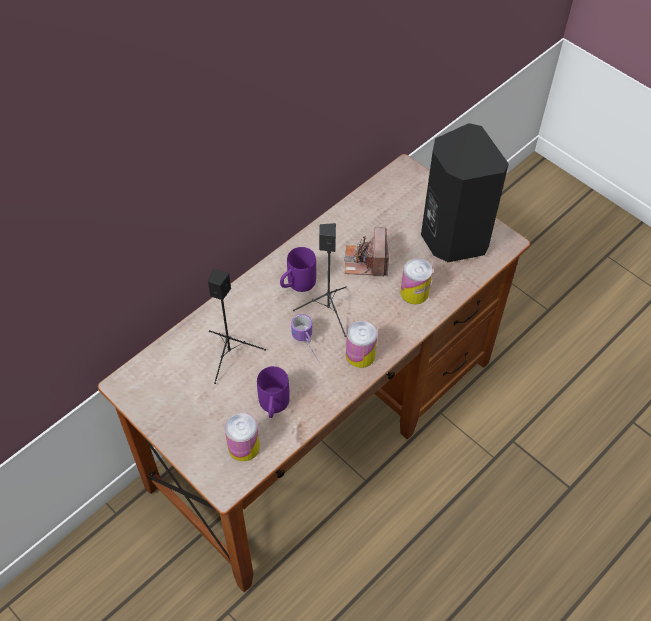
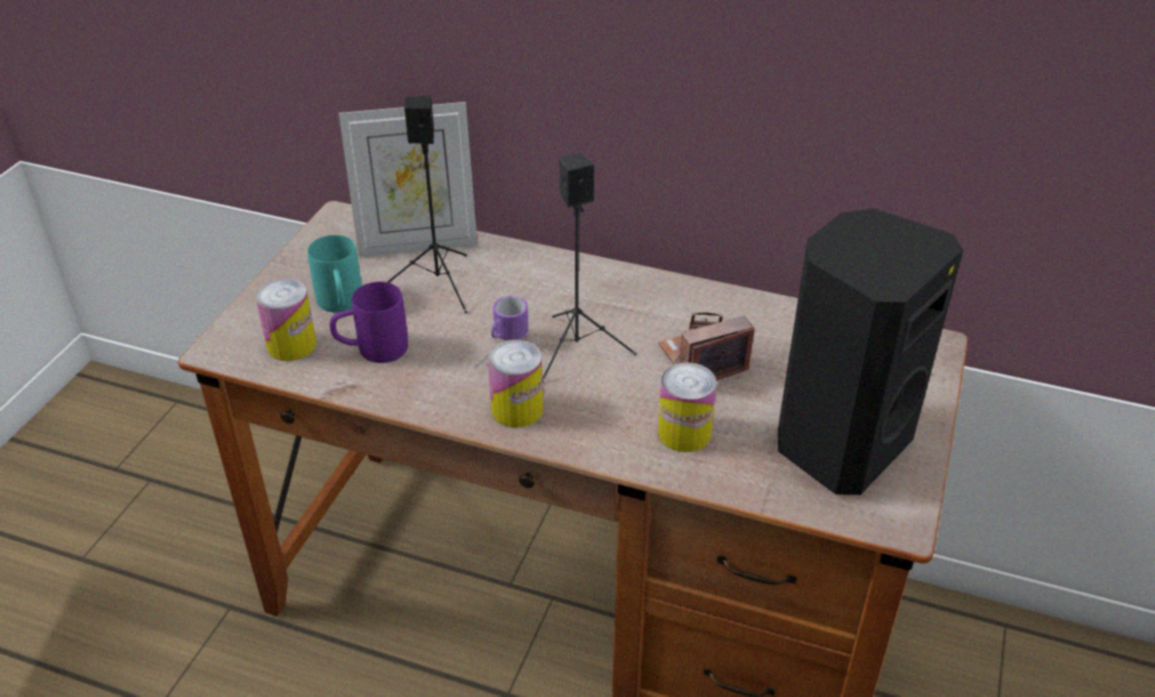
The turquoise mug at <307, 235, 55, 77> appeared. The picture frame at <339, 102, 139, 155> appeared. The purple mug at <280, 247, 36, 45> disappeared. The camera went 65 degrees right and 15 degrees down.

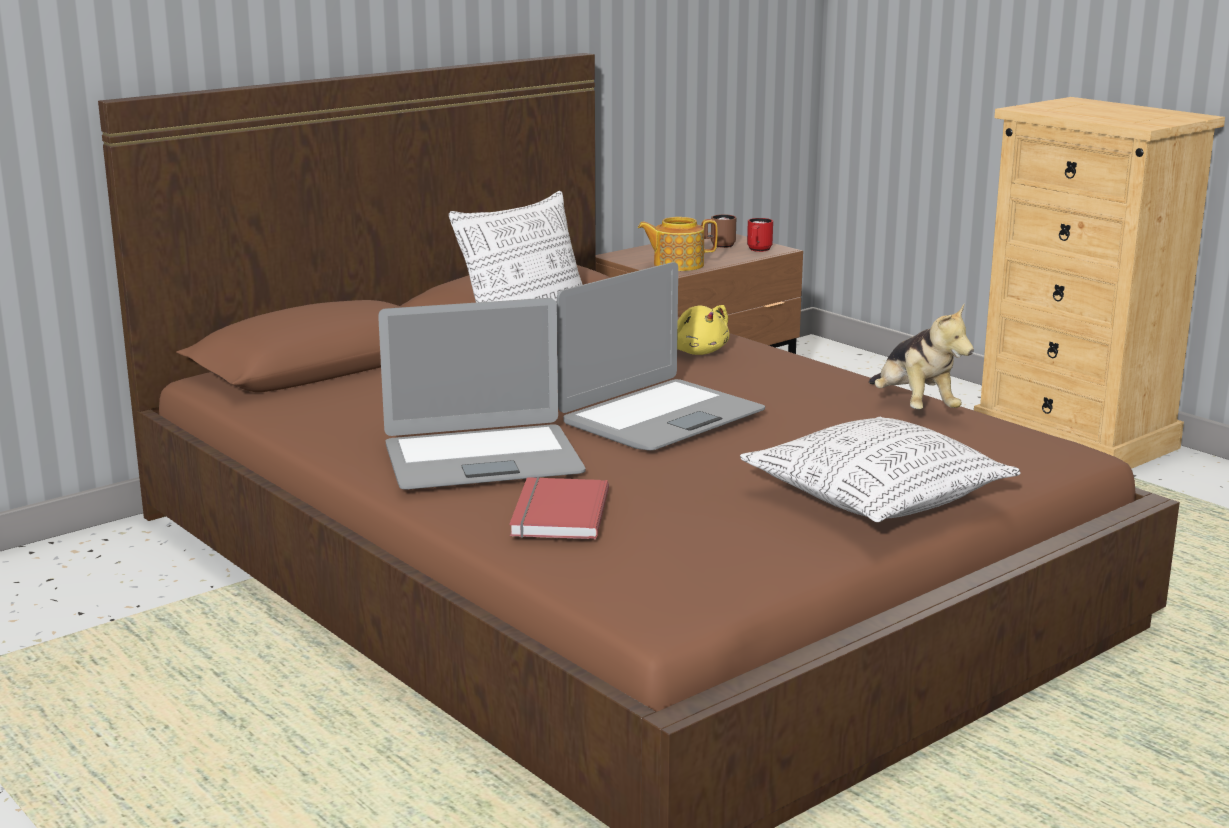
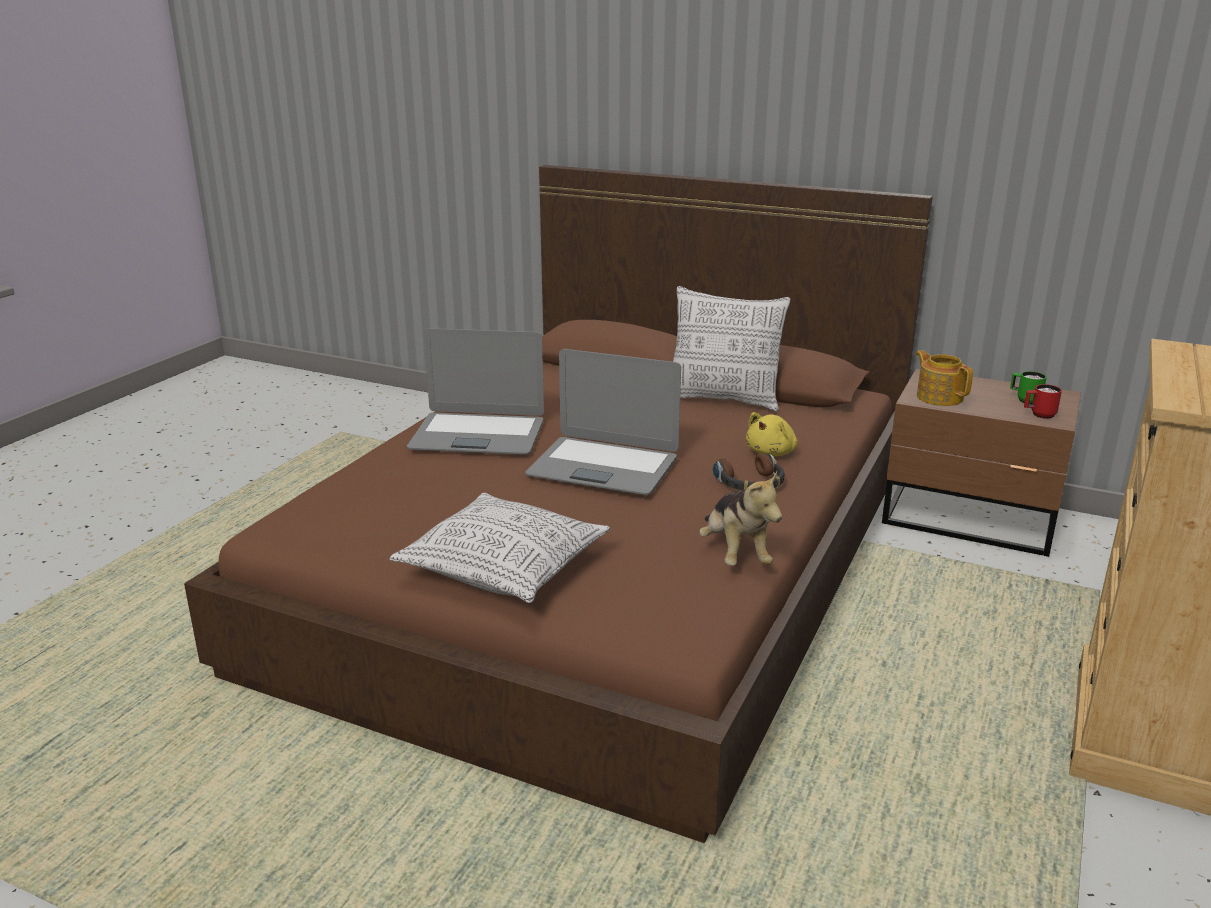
The laptop at <378, 298, 208, 192> turned 45 degrees counterclockwise. The plush toy at <869, 304, 105, 105> turned 60 degrees counterclockwise. The headphones at <713, 454, 72, 36> appeared. The brown mug at <704, 214, 32, 34> became the green mug at <1010, 371, 37, 33>. The red book at <509, 477, 100, 62> disappeared. The camera went 65 degrees right and 5 degrees up.

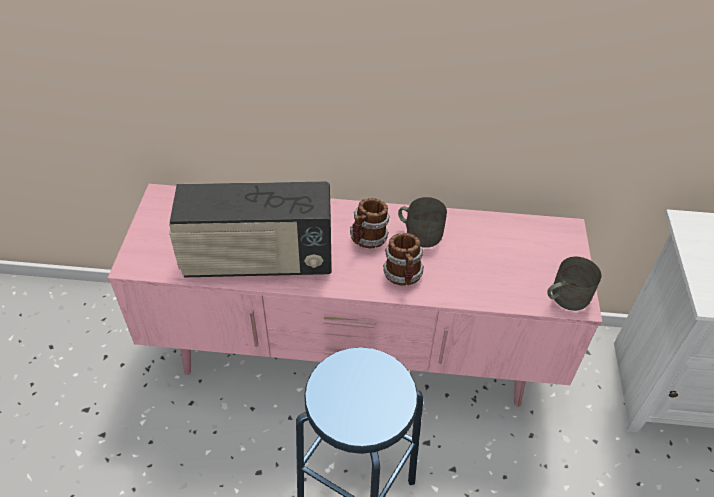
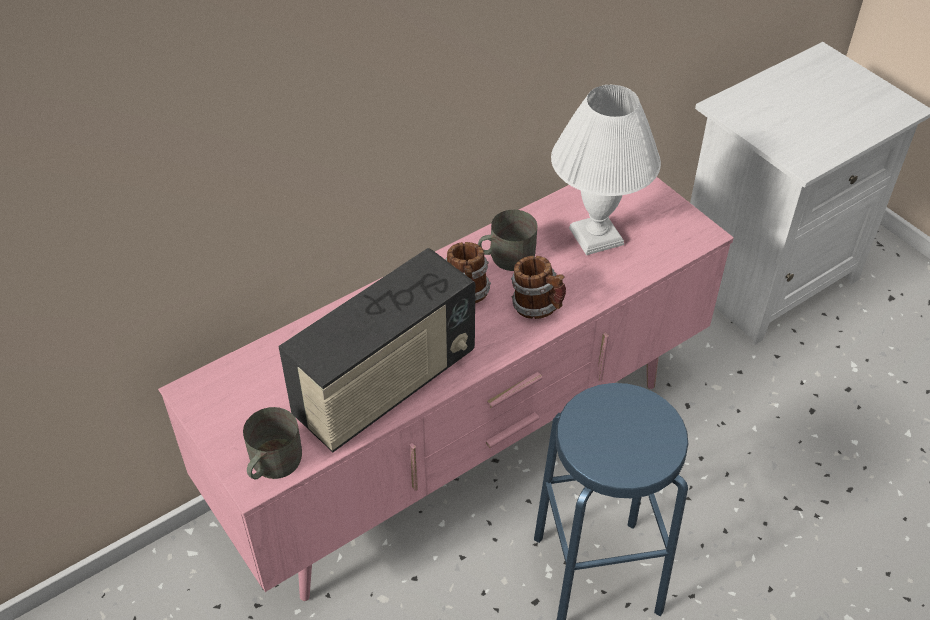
The grey mug moved from <548, 257, 53, 54> to <243, 407, 59, 72>. The white table lamp at <551, 85, 110, 170> appeared. The camera went 40 degrees left and 0 degrees up.

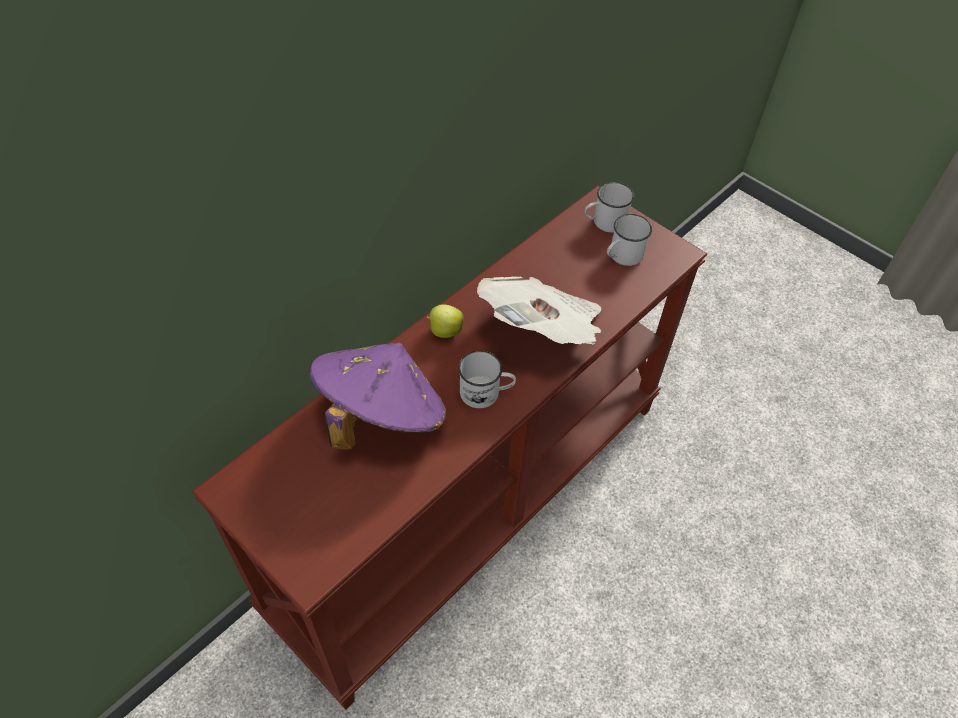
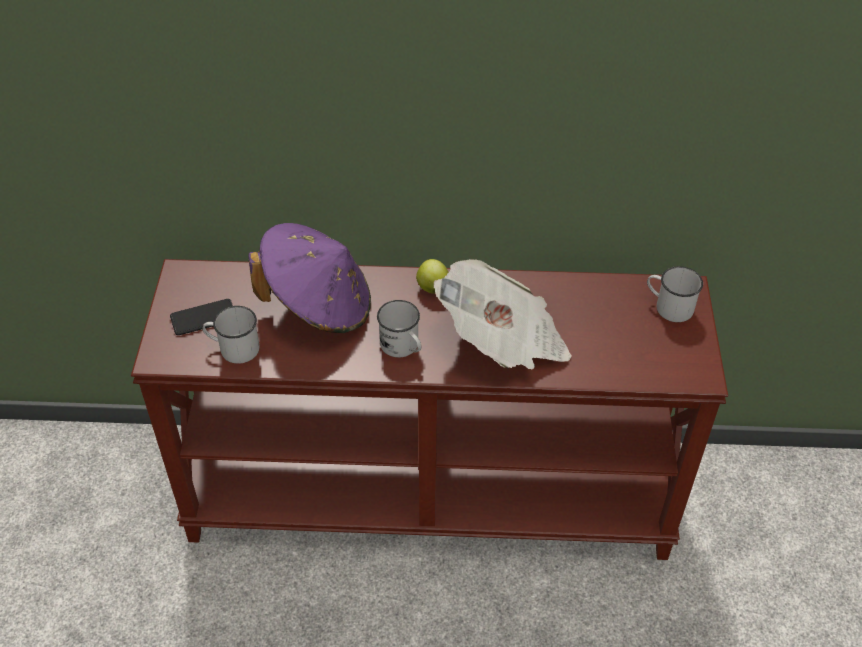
The phone at <170, 299, 63, 36> appeared. The white mug moved from <607, 214, 45, 52> to <202, 306, 58, 58>. The camera went 50 degrees right and 5 degrees down.

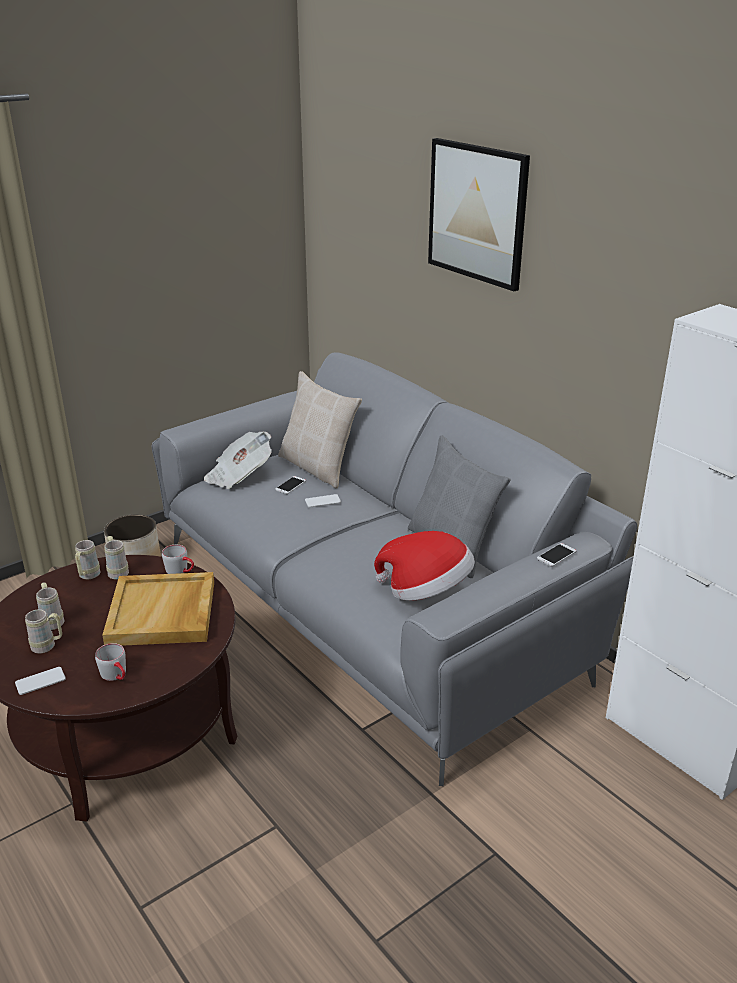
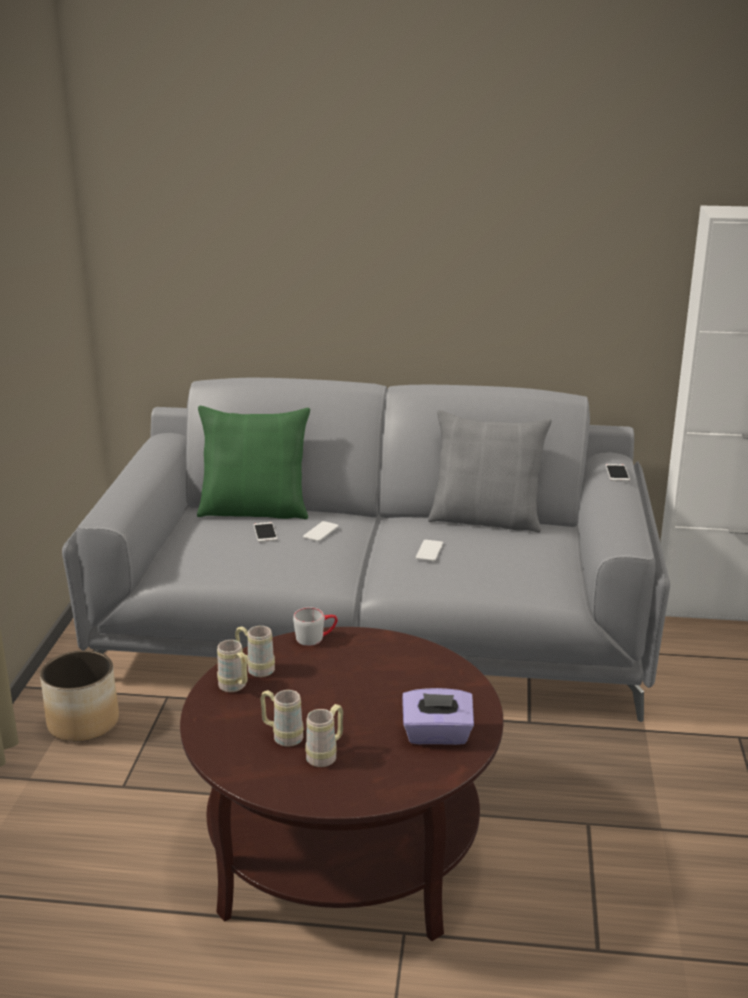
The beige pillow at <278, 371, 84, 117> became the green pillow at <197, 406, 113, 113>. The grey mug at <95, 643, 31, 38> was replaced by the purple tissue box at <402, 688, 72, 57>. The phone moved from <15, 667, 51, 28> to <416, 540, 27, 21>. The beige tray at <102, 572, 112, 74> disappeared. The newspaper at <204, 431, 68, 58> disappeared. The hat at <374, 531, 101, 70> disappeared. The picture at <428, 138, 102, 153> disappeared. The camera went 45 degrees left and 5 degrees down.

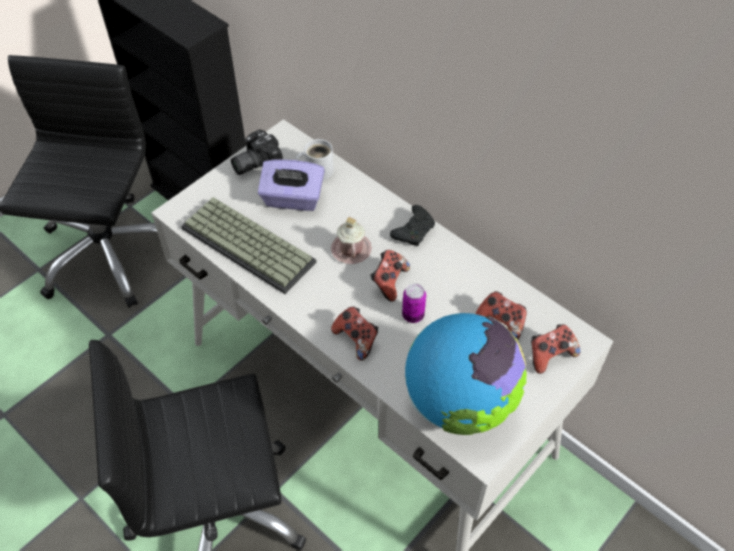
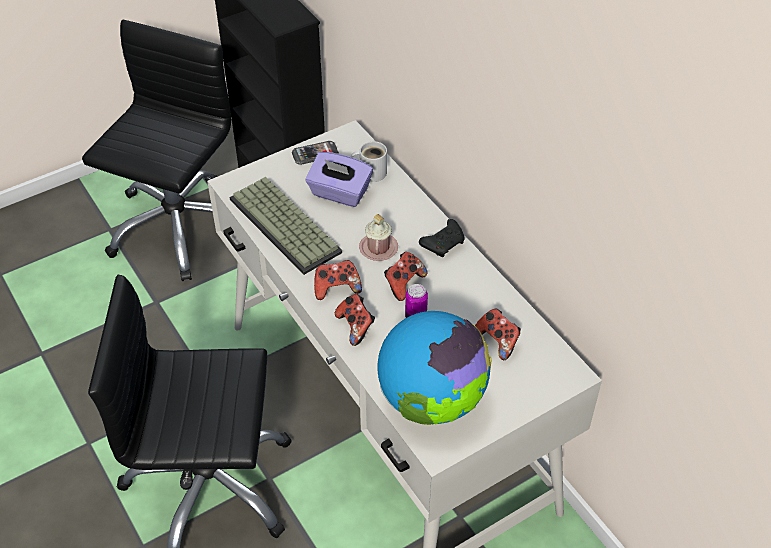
The photo camera at <231, 129, 52, 46> was replaced by the phone at <292, 141, 47, 24>. The game controller moved from <531, 324, 49, 50> to <314, 260, 48, 40>. The camera went 15 degrees right and 5 degrees down.

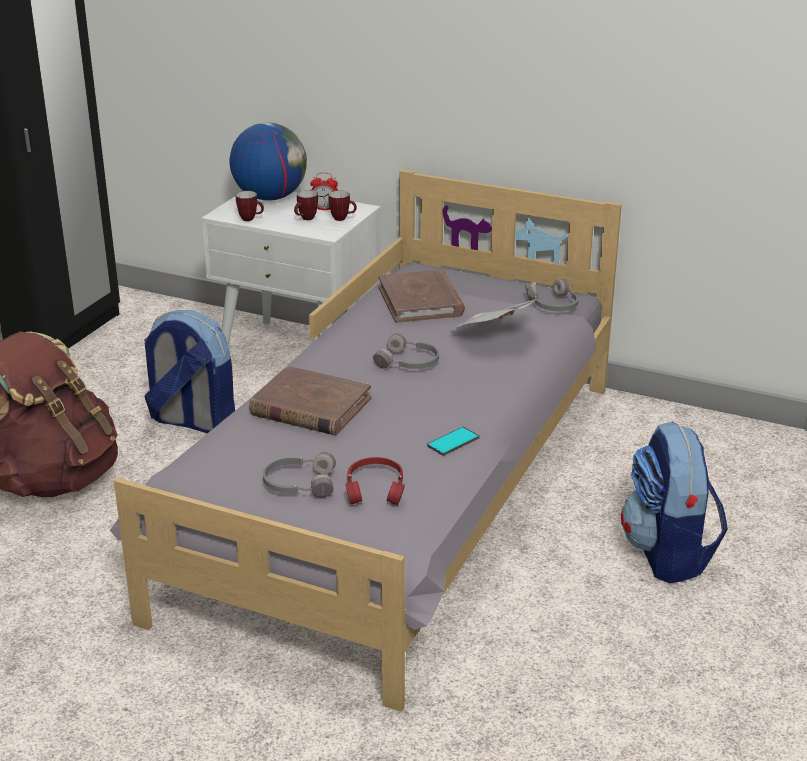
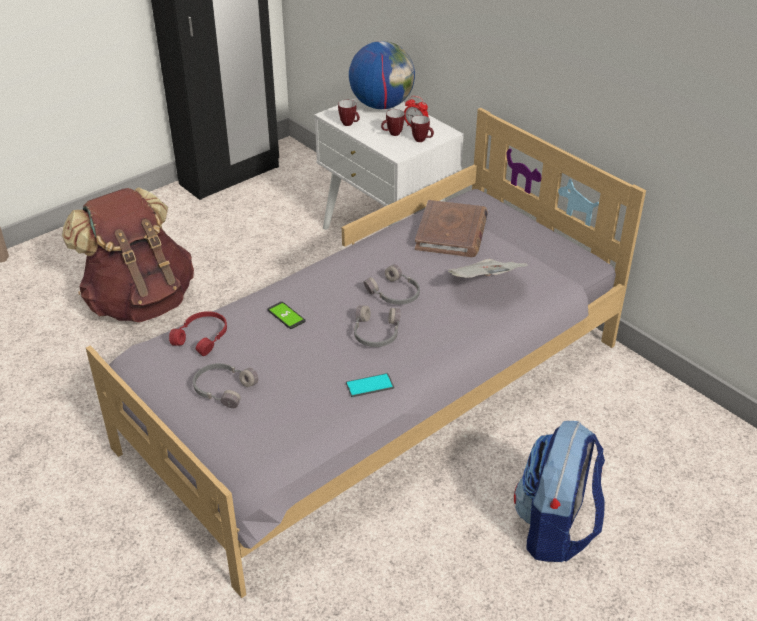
The red headphones moved from <346, 457, 59, 48> to <169, 311, 58, 45>. The brown book at <249, 366, 122, 69> was replaced by the phone at <267, 302, 39, 27>. The grey headphones moved from <525, 279, 54, 32> to <354, 305, 47, 42>. The backpack at <144, 310, 91, 123> disappeared. The camera went 25 degrees right and 10 degrees up.

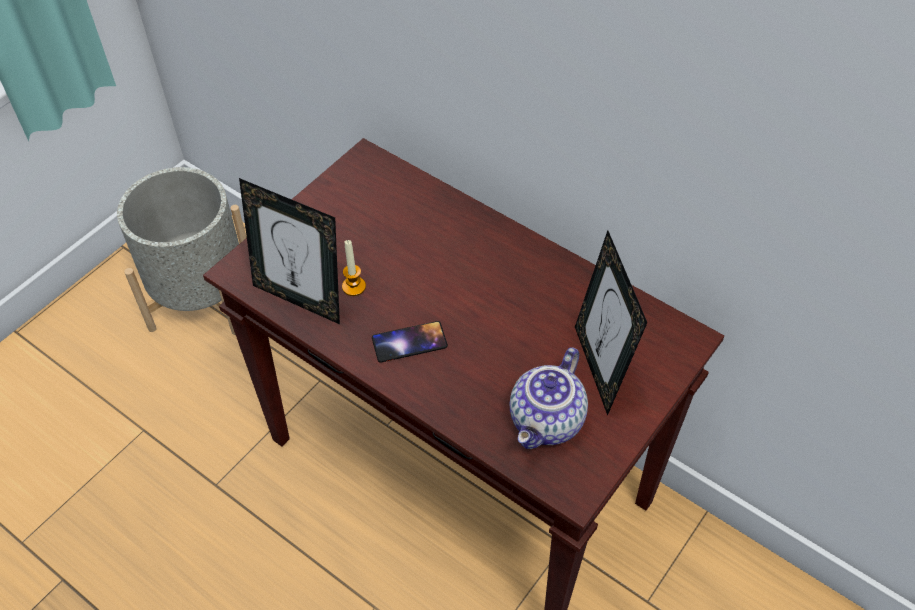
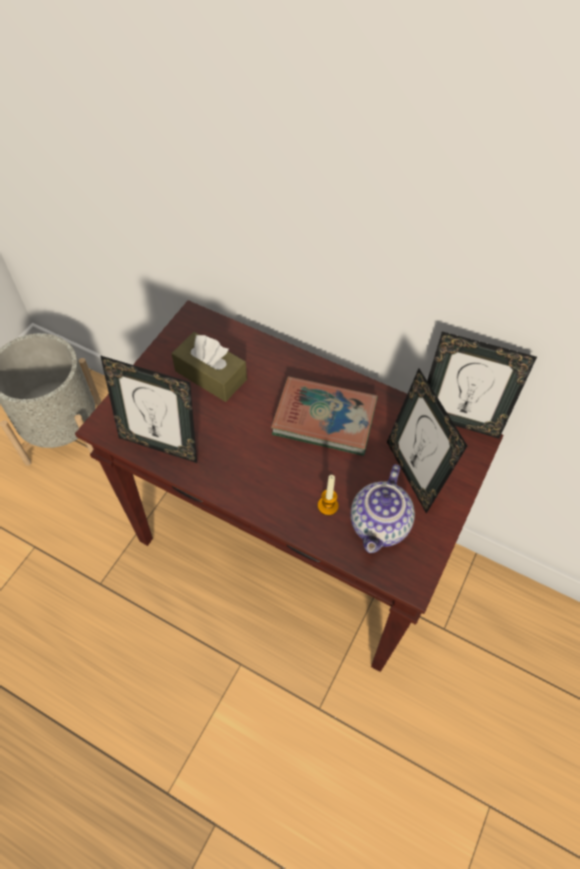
The brown tissue box at <172, 332, 75, 70> appeared. The book at <271, 376, 107, 80> appeared. The candle moved from <342, 240, 24, 56> to <318, 475, 21, 40>. The picture frame at <427, 331, 110, 107> appeared. The phone at <372, 321, 76, 42> disappeared. The camera went 10 degrees left and 5 degrees up.

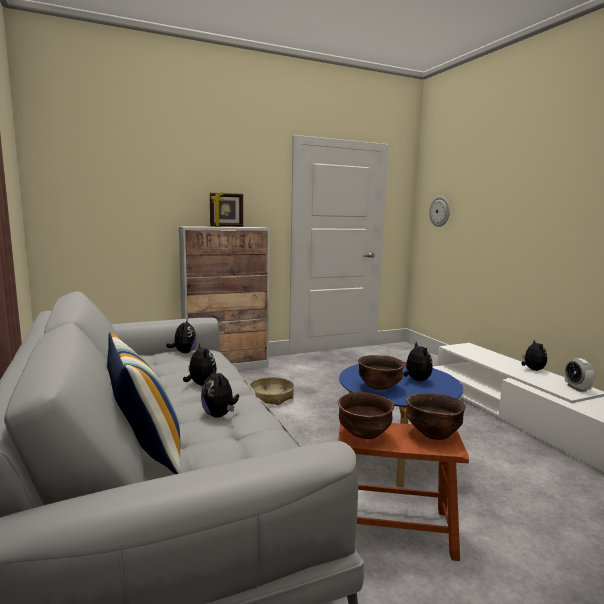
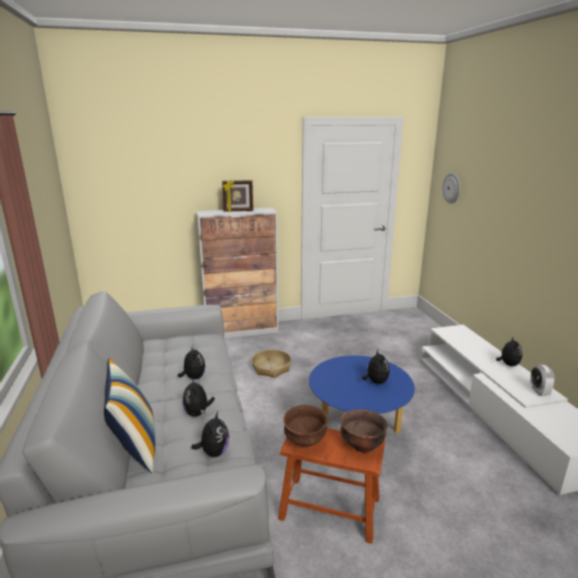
The plush toy moved from <166, 318, 31, 35> to <191, 411, 38, 46>. The brown bowl at <358, 355, 46, 35> disappeared. The camera went 10 degrees right and 10 degrees up.

